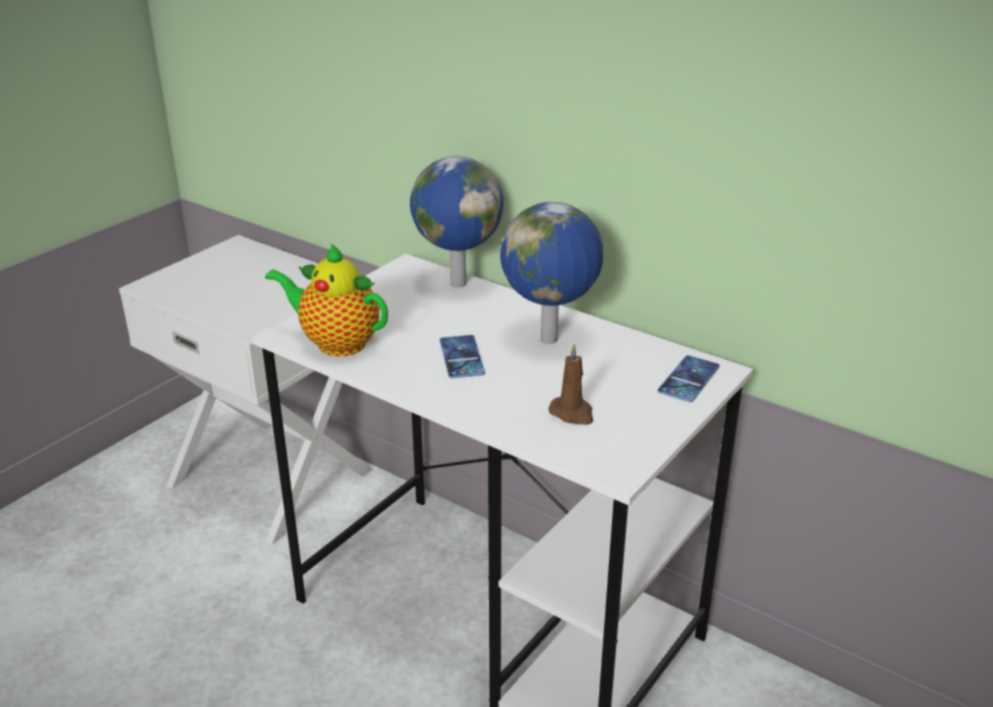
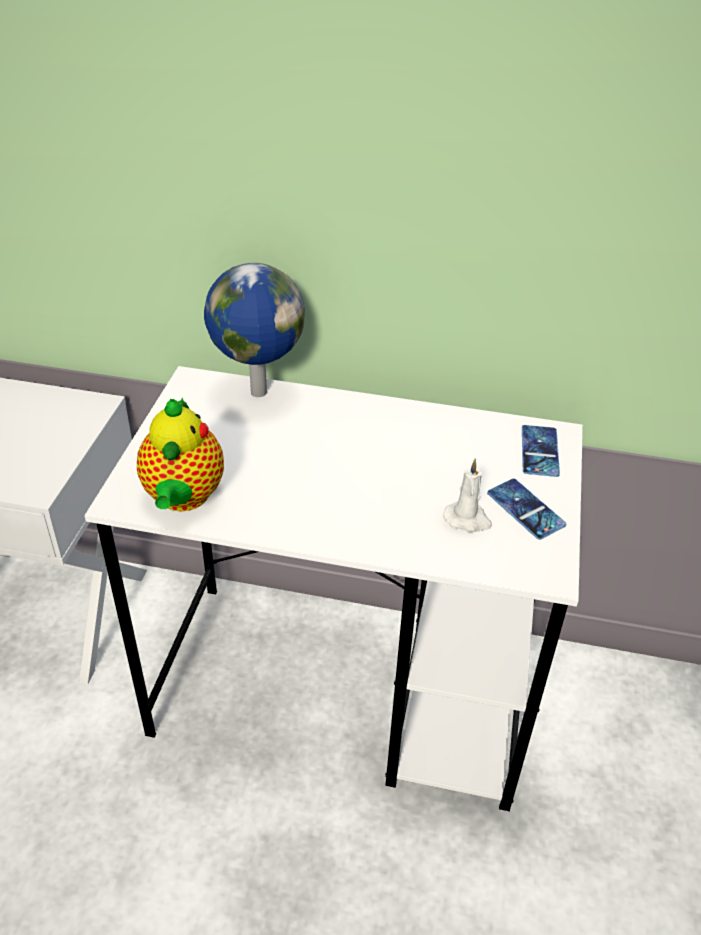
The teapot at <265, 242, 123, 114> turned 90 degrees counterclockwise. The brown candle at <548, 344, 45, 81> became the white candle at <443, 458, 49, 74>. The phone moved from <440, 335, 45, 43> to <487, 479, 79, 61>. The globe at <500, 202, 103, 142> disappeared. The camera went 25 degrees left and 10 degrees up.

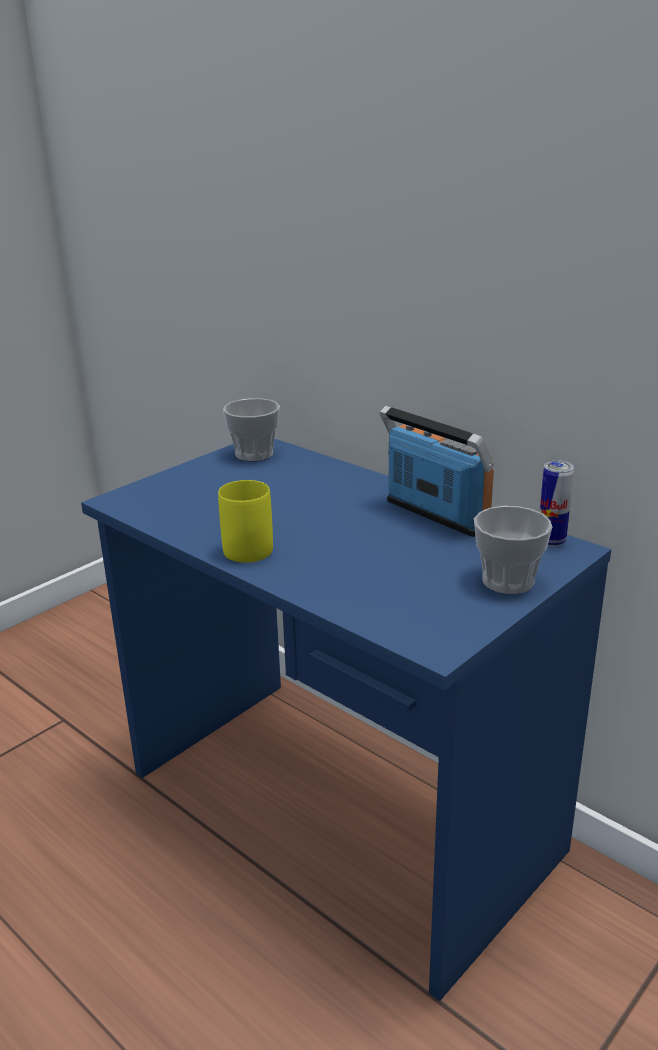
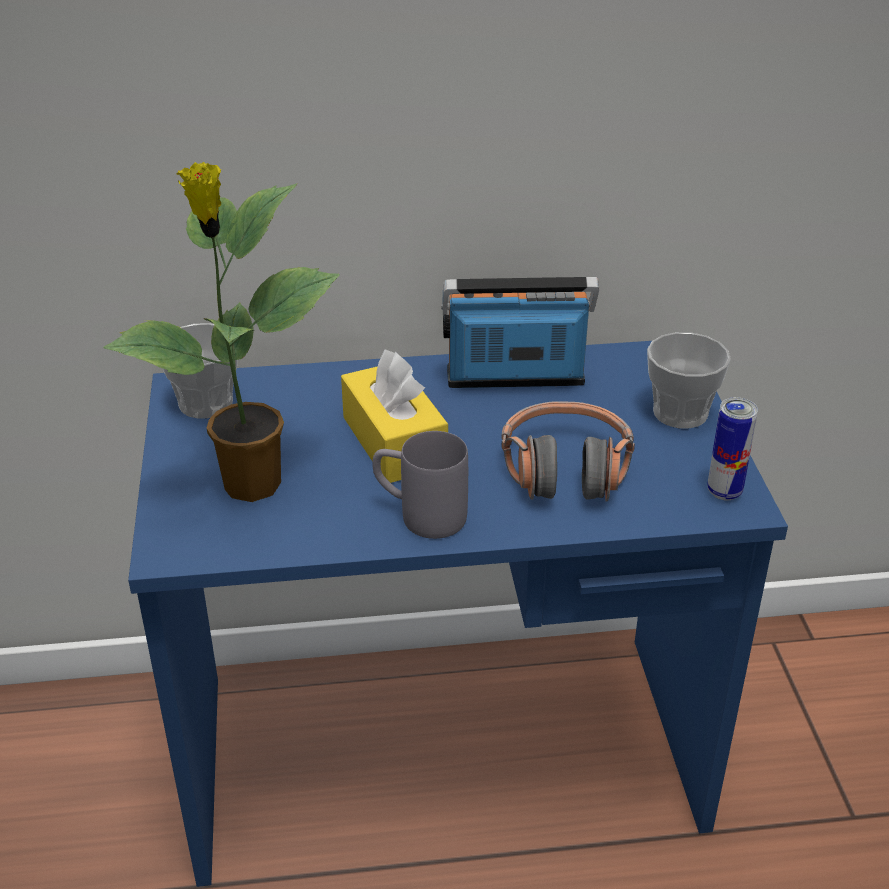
The potted plant at <103, 162, 237, 340> appeared. The yellow tissue box at <341, 350, 107, 133> appeared. The yellow mug at <218, 480, 55, 83> became the grey mug at <372, 431, 96, 108>. The headphones at <501, 401, 134, 100> appeared. The can moved from <540, 460, 34, 87> to <707, 397, 51, 104>. The camera went 50 degrees left and 10 degrees up.

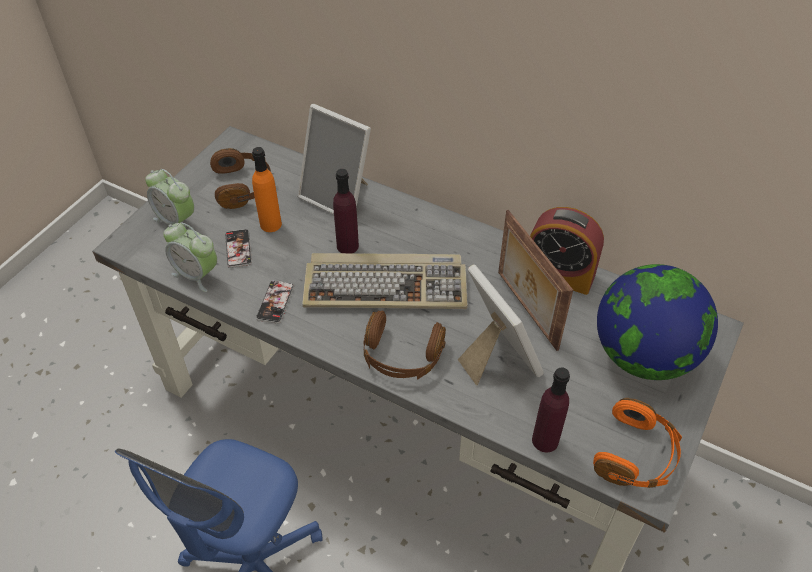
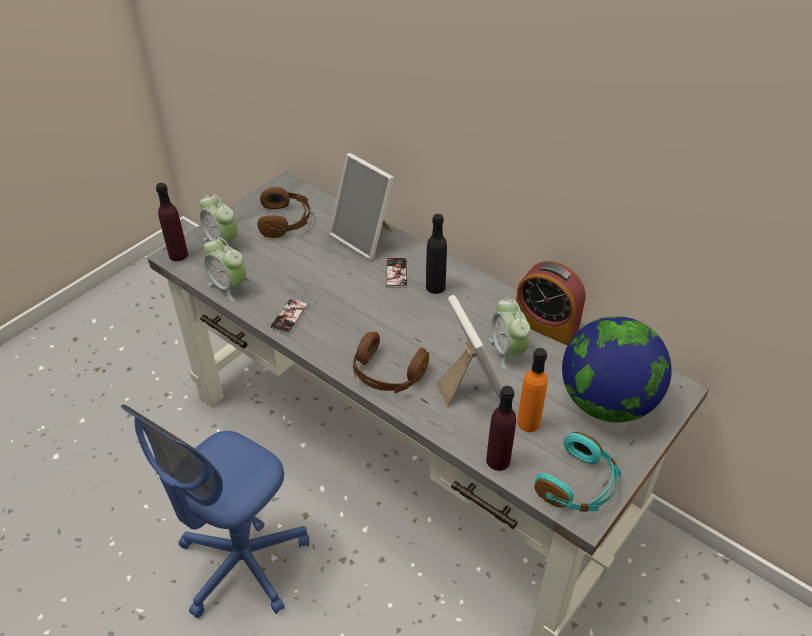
The purple bottle moved from <333, 169, 26, 84> to <156, 183, 32, 78>. The phone moved from <225, 229, 27, 39> to <386, 258, 22, 29>. The black bottle at <426, 214, 21, 80> appeared. The picture frame at <498, 210, 75, 141> was replaced by the alarm clock at <489, 298, 41, 71>. The orange bottle moved from <252, 147, 30, 85> to <517, 348, 31, 84>. The orange headphones at <593, 398, 89, 90> became the turquoise headphones at <534, 432, 87, 80>. The keyboard at <302, 253, 166, 56> disappeared. The camera went 10 degrees right and 5 degrees down.

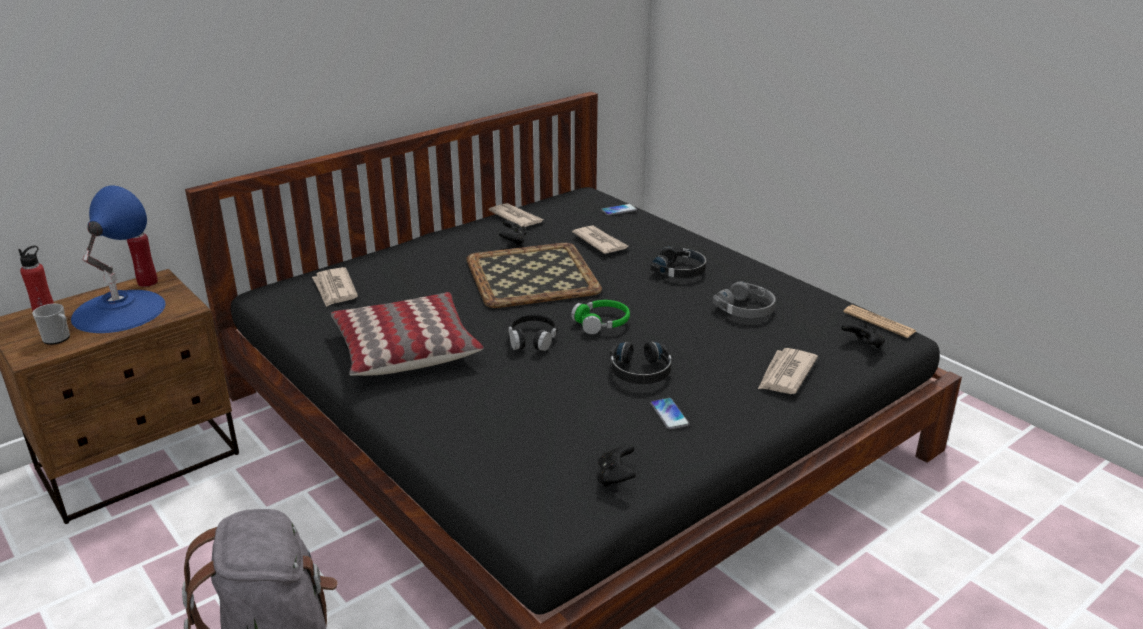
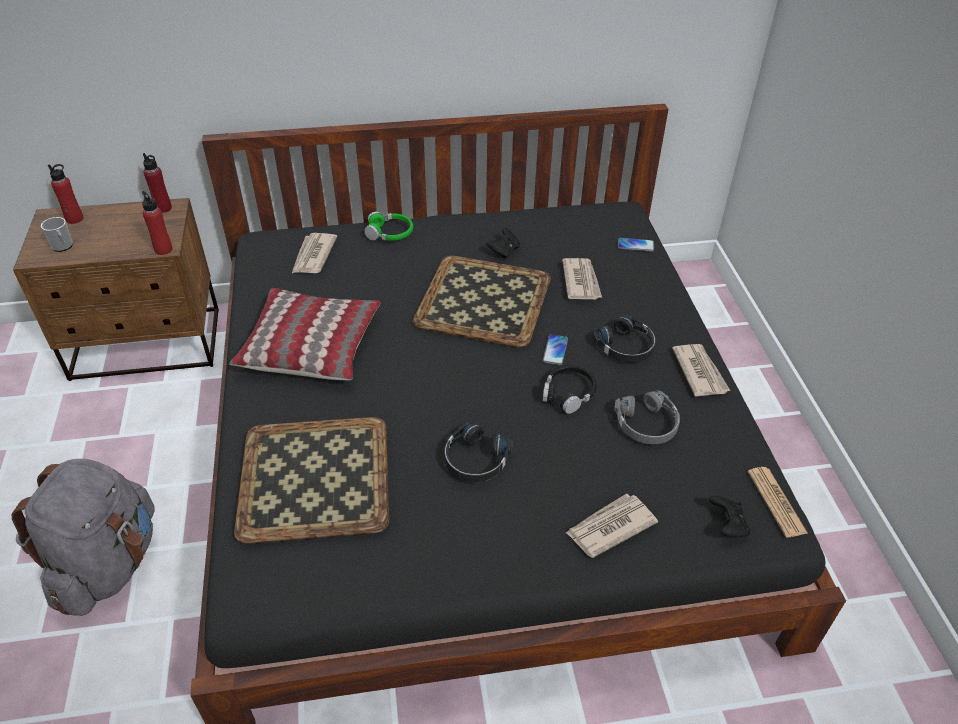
The red bottle at <142, 191, 31, 64> appeared. The tray at <234, 417, 155, 127> appeared. The green headphones moved from <571, 300, 59, 34> to <364, 211, 49, 30>. The phone moved from <650, 398, 39, 31> to <543, 334, 25, 31>. The black headphones moved from <508, 314, 50, 37> to <543, 365, 54, 49>. The newspaper moved from <489, 203, 55, 24> to <672, 344, 58, 52>. The blue table lamp at <71, 185, 95, 148> disappeared. The black game controller at <598, 444, 38, 43> disappeared. The camera went 30 degrees right and 15 degrees up.

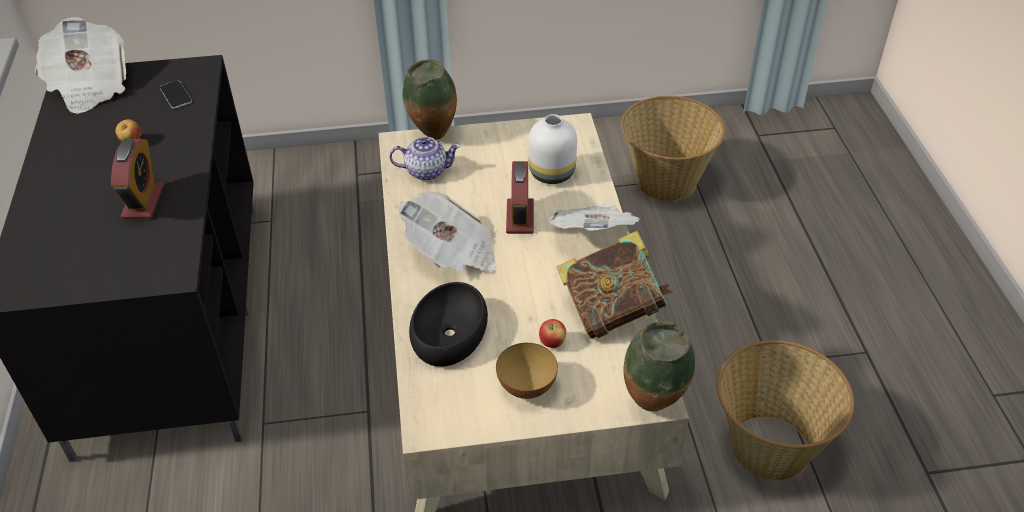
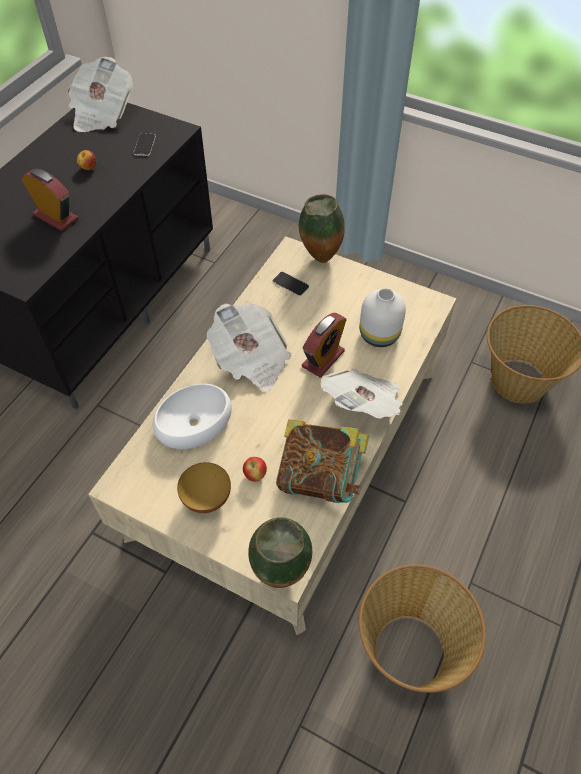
The alarm clock at <111, 139, 53, 80> turned 90 degrees counterclockwise. The black bowl at <409, 282, 79, 85> became the white bowl at <153, 384, 79, 65>. The teapot at <389, 137, 72, 44> was replaced by the phone at <273, 272, 36, 24>. The camera went 35 degrees right and 10 degrees up.

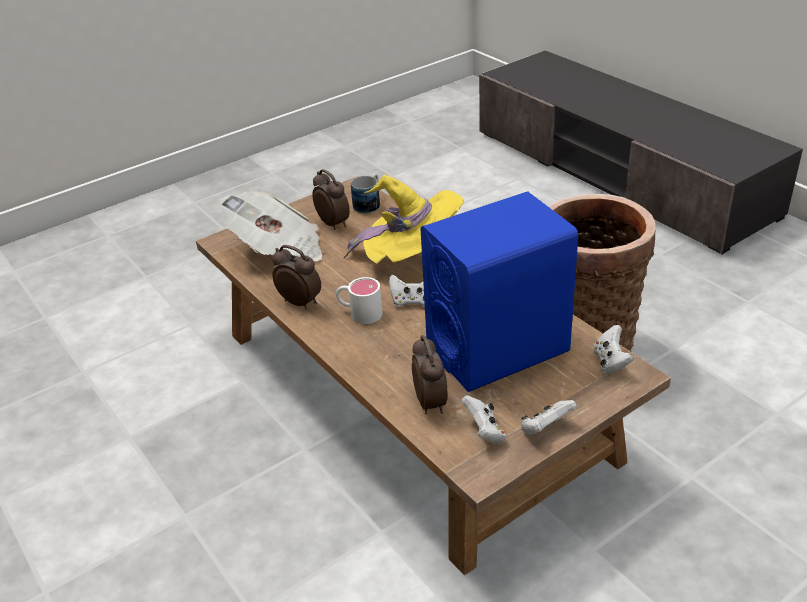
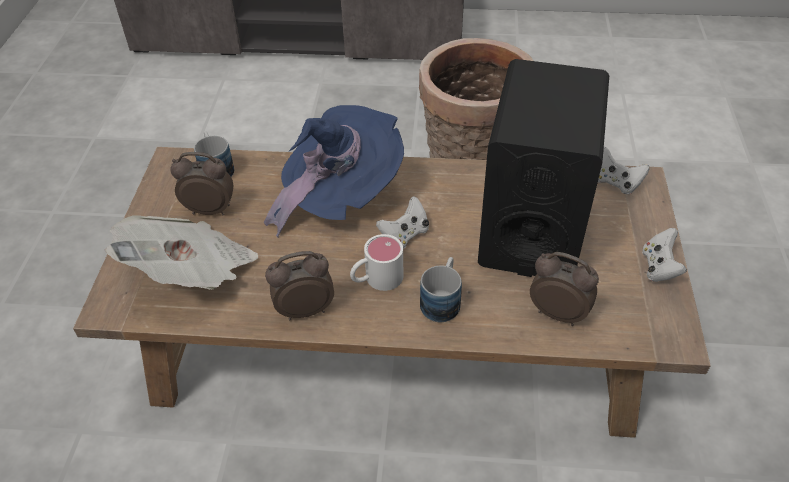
The yellow hat at <344, 175, 120, 89> became the blue hat at <264, 105, 140, 133>. The mug at <420, 257, 42, 65> appeared. The blue speaker at <421, 192, 157, 200> became the black speaker at <478, 59, 131, 218>. The white game controller at <461, 395, 45, 49> disappeared. The camera went 50 degrees left and 10 degrees up.

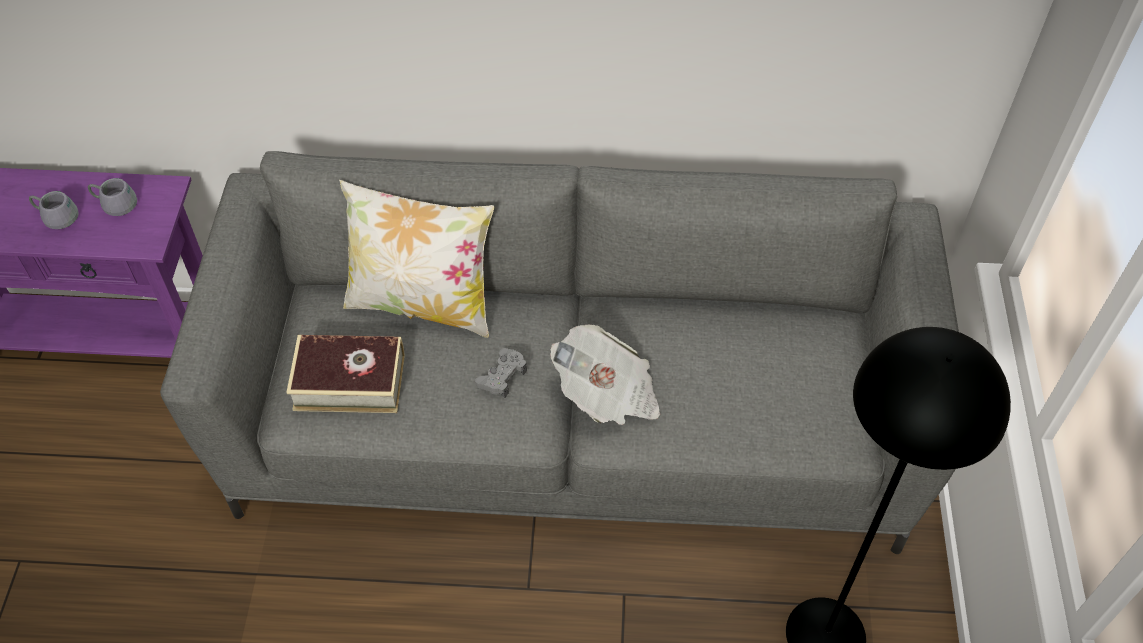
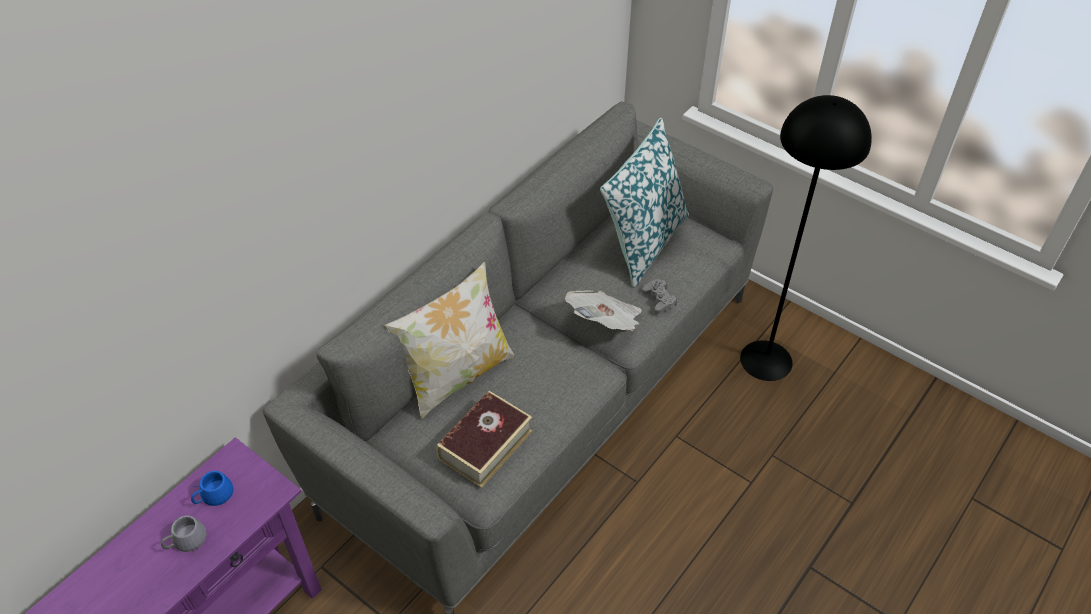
The grey mug at <88, 178, 49, 38> became the blue mug at <191, 471, 42, 35>. The pillow at <600, 117, 89, 171> appeared. The grey game controller moved from <475, 348, 52, 50> to <642, 279, 35, 35>. The camera went 55 degrees left and 5 degrees down.

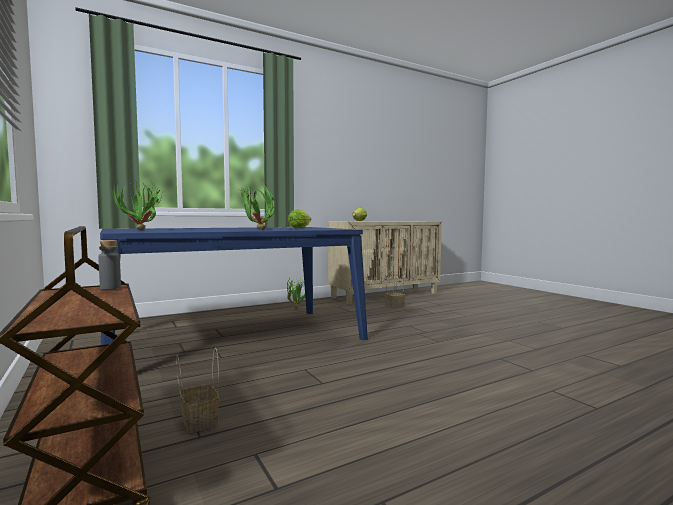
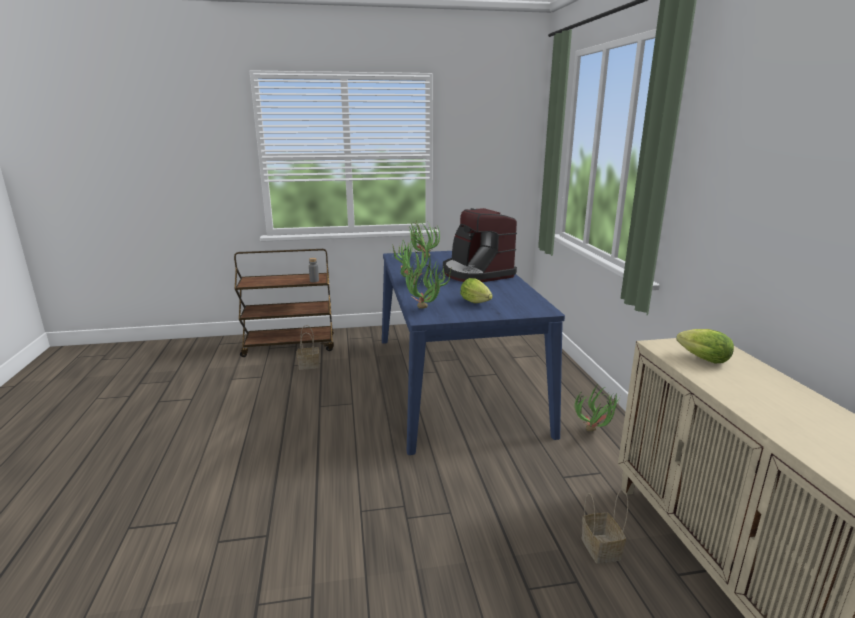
The potted plant at <406, 259, 45, 50> appeared. The coffee machine at <443, 208, 74, 74> appeared. The camera went 110 degrees right and 15 degrees up.

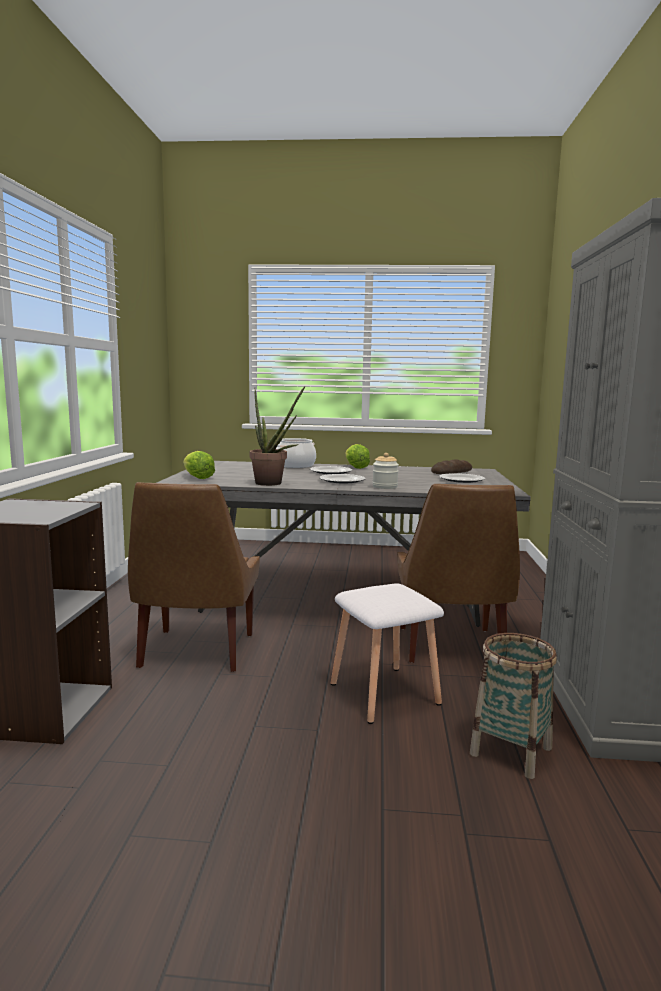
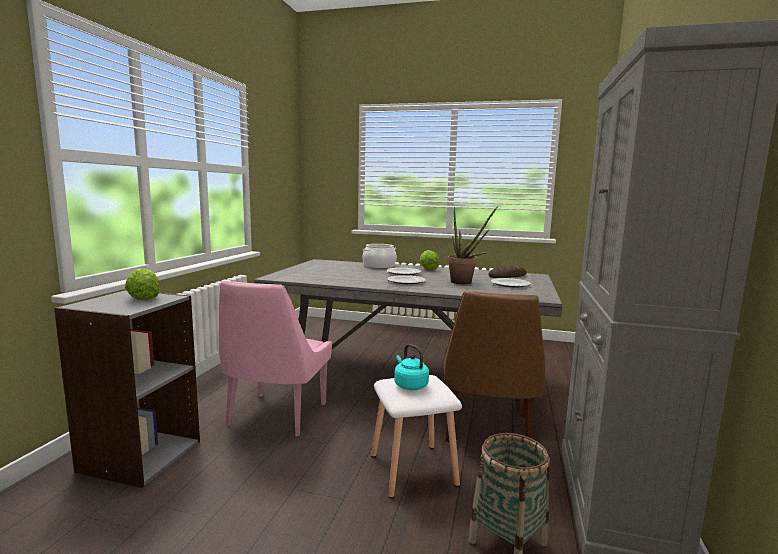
The lettuce moved from <183, 451, 32, 28> to <125, 268, 35, 33>. The brown chair at <128, 482, 132, 190> became the pink chair at <219, 280, 113, 156>. The turquoise kettle at <394, 344, 35, 46> appeared. The potted plant moved from <250, 386, 55, 100> to <447, 207, 50, 77>. The jar at <372, 453, 27, 36> disappeared. The camera went 10 degrees right and 0 degrees up.

